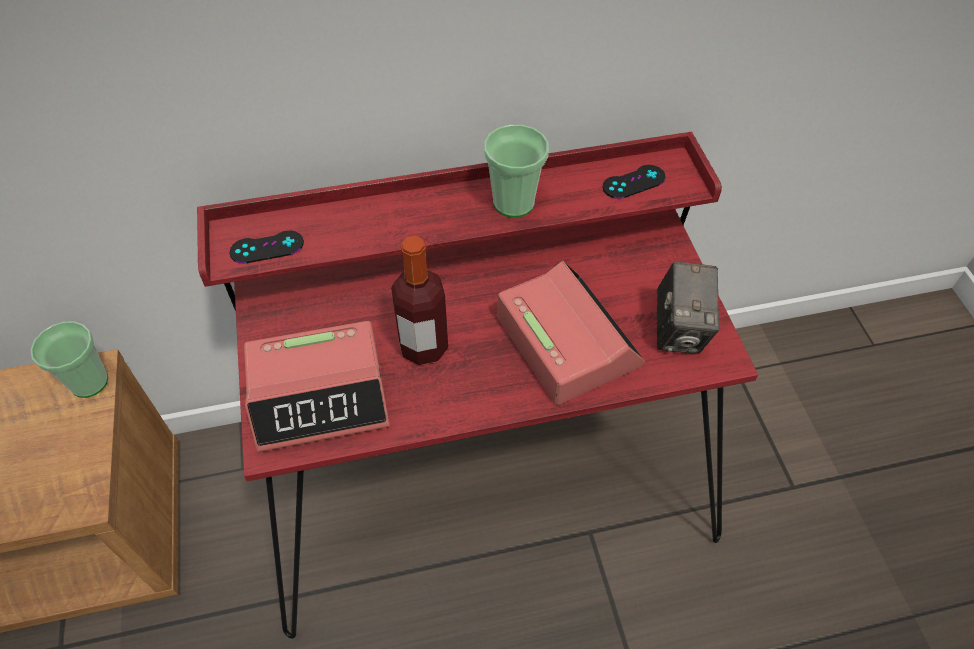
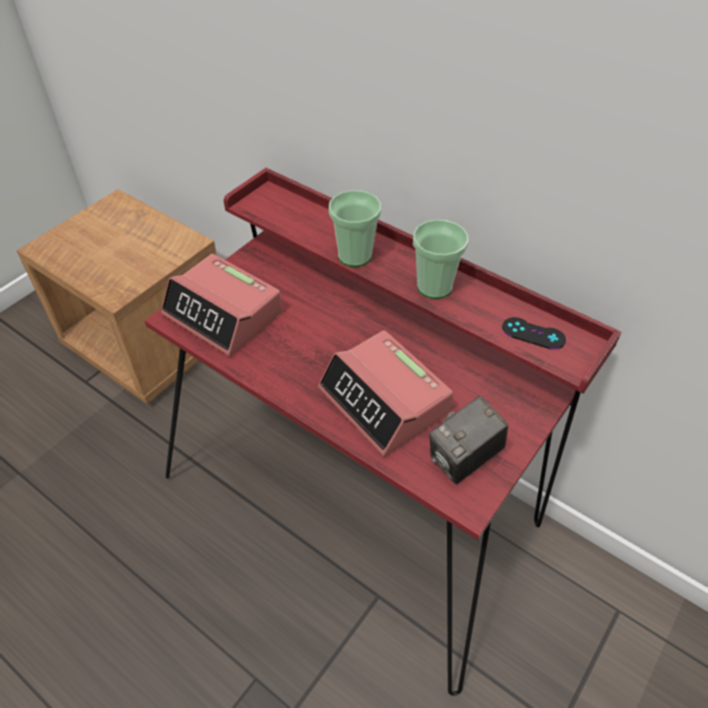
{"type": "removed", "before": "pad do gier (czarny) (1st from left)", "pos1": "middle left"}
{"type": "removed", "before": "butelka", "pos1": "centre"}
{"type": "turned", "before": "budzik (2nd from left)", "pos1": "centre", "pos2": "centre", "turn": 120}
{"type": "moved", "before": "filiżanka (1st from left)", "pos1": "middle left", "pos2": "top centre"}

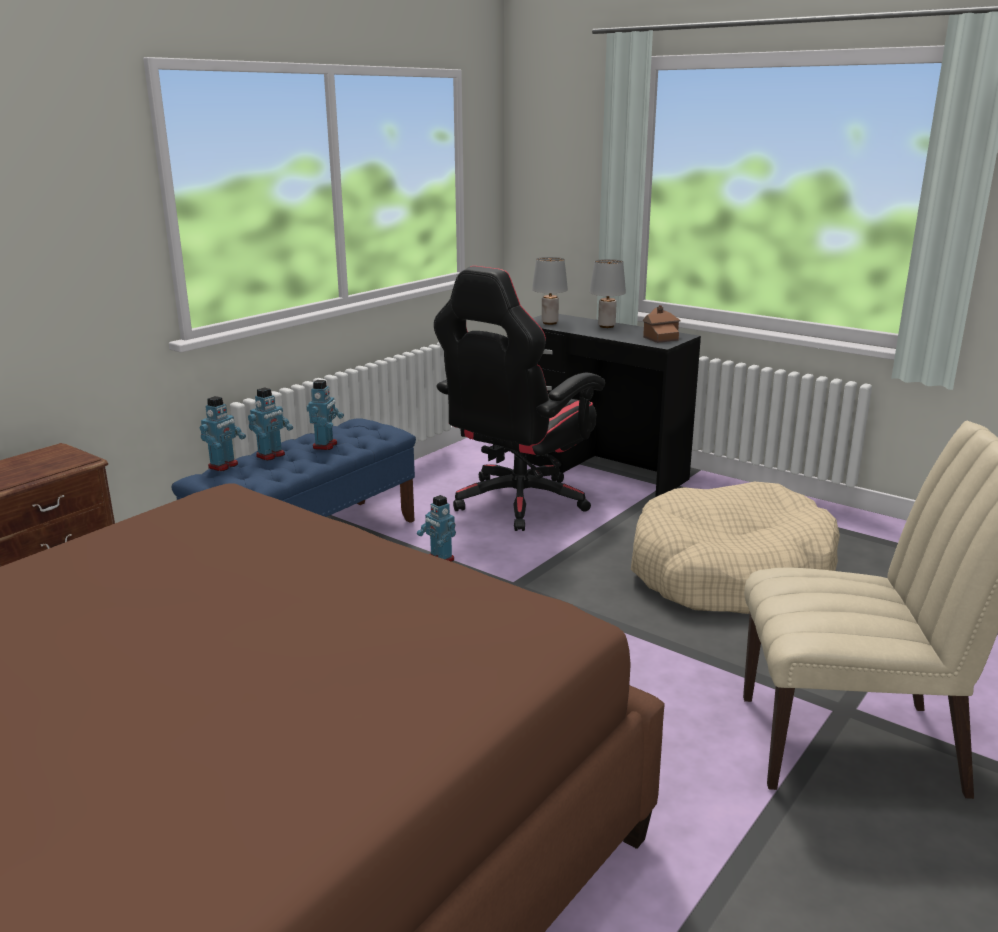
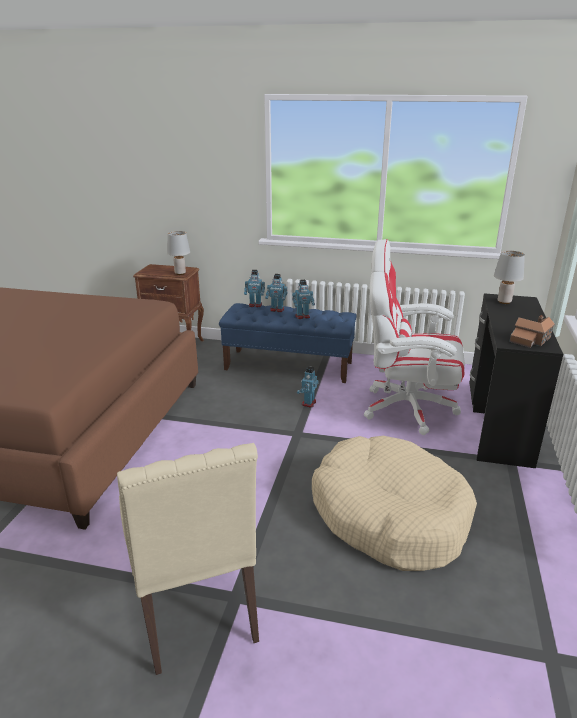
{"type": "moved", "before": "lampa stołowa (szary) (2nd from left in the first image)", "after": "lampa stołowa (szary) (1st from left)", "pos1": "top centre", "pos2": "middle left"}
{"type": "recoloured", "before": "krzesło biurowe (czarny)", "after": "krzesło biurowe (biały)", "pos1": "centre", "pos2": "middle right"}

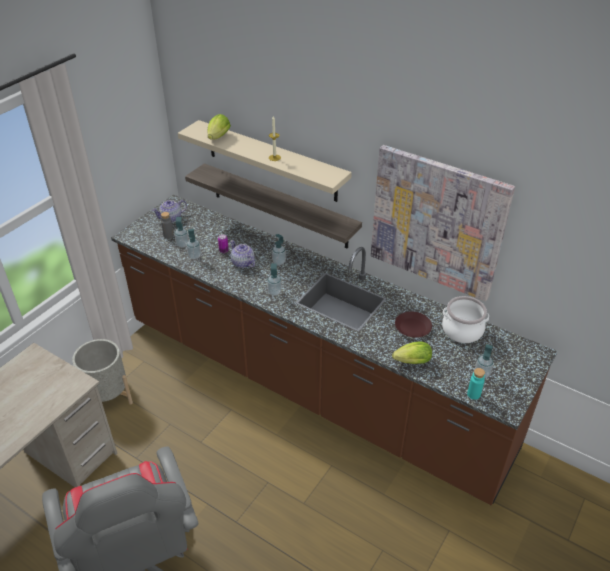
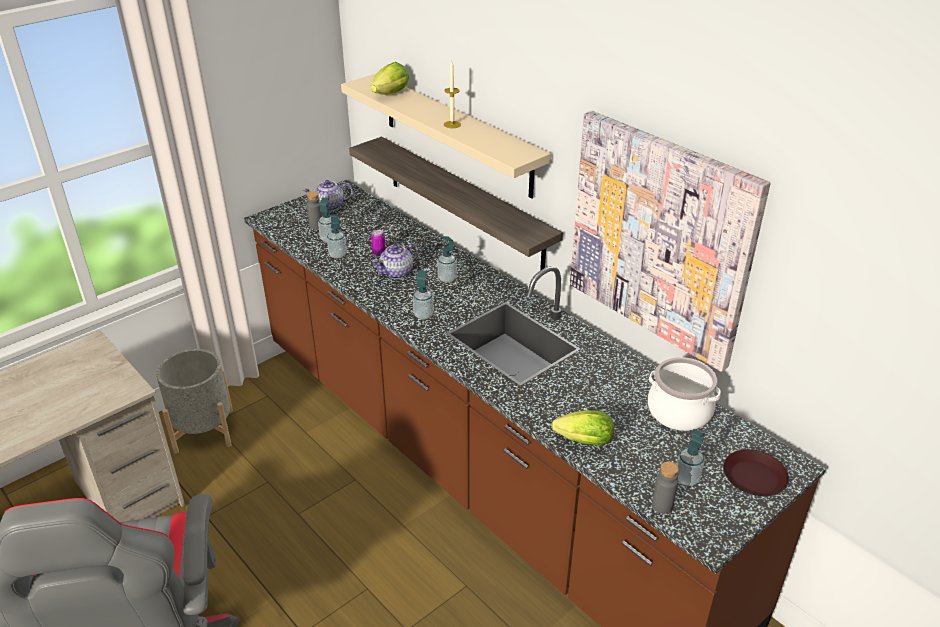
{"type": "turned", "before": "imbryk (2nd from left)", "pos1": "centre", "pos2": "centre", "turn": -105}
{"type": "moved", "before": "talerz (brązowy)", "pos1": "middle right", "pos2": "bottom right"}
{"type": "recoloured", "before": "butelka (turkusowy)", "after": "butelka (szary) (2nd from left)", "pos1": "bottom right", "pos2": "bottom right"}

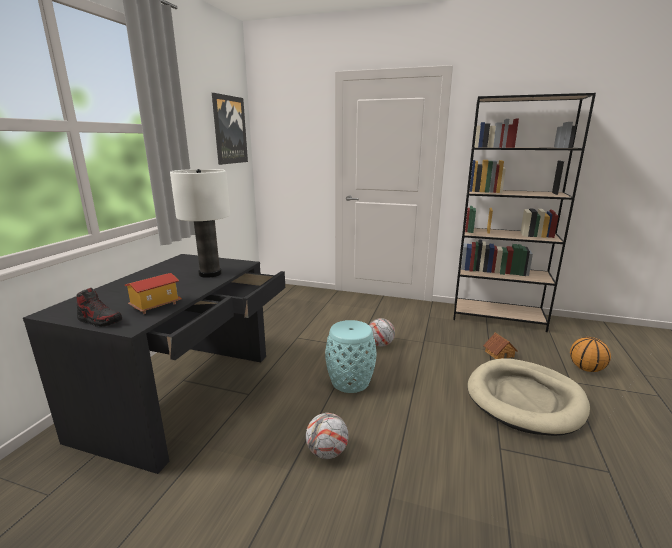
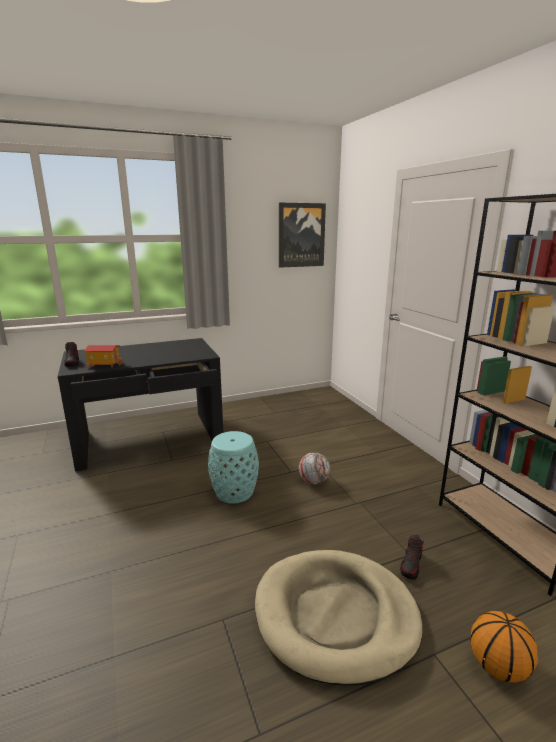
{"type": "removed", "before": "lampa stołowa (biały)", "pos1": "middle left"}
{"type": "replaced", "before": "domek (2nd from left)", "after": "but (2nd from left)", "pos1": "middle right", "pos2": "bottom right"}
{"type": "removed", "before": "piłka futbolowa (1st from left)", "pos1": "bottom centre"}

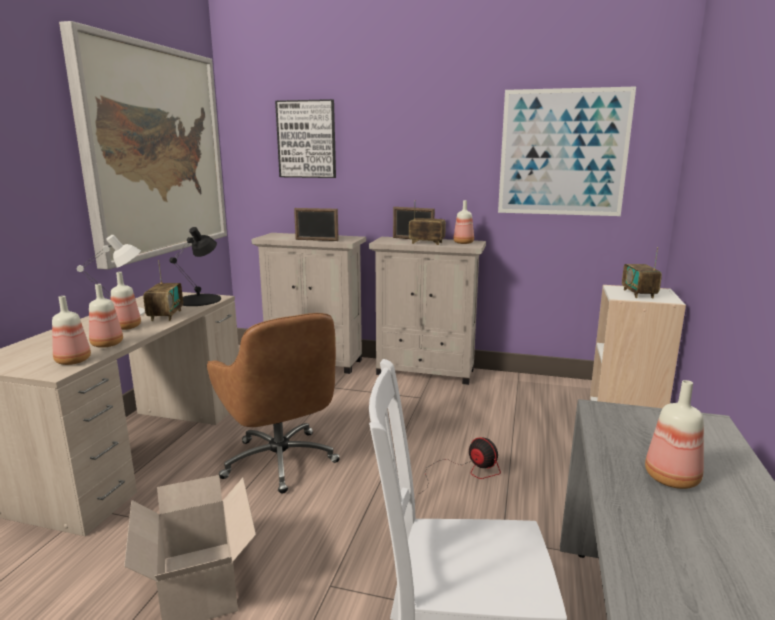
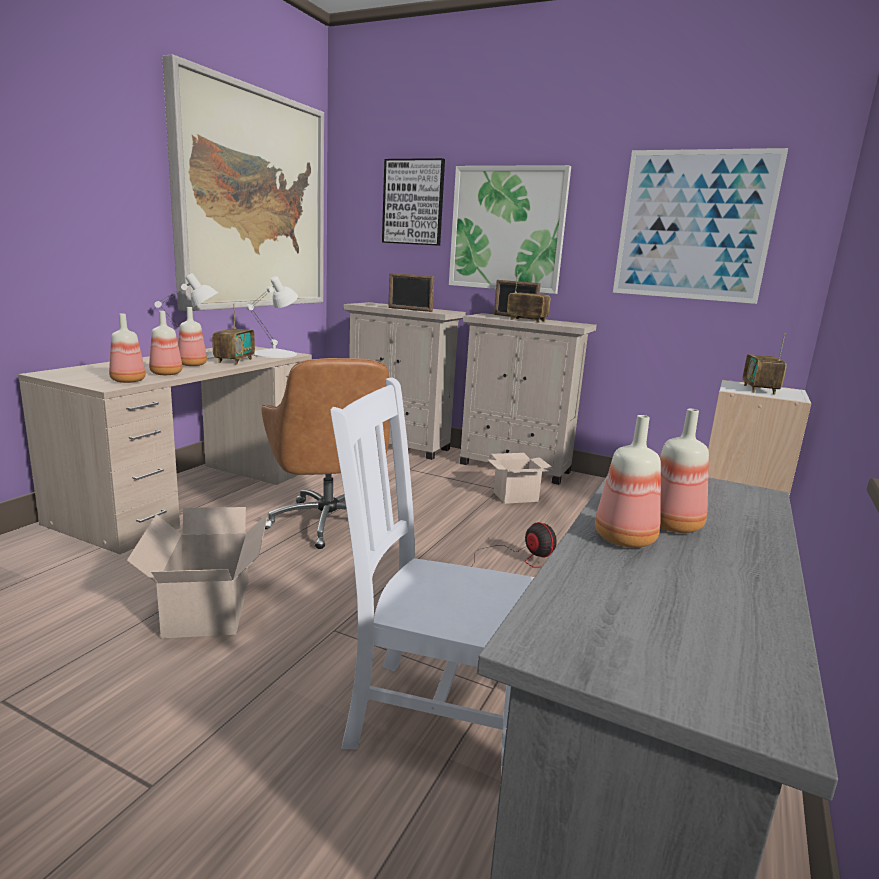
{"type": "moved", "before": "butelka (4th from left)", "pos1": "centre", "pos2": "middle right"}
{"type": "recoloured", "before": "lampa stołowa (czarny)", "after": "lampa stołowa (biały) (2nd from left)", "pos1": "middle left", "pos2": "middle left"}
{"type": "added", "after": "obraz (3rd from left)", "pos2": "top centre"}
{"type": "added", "after": "karton (2nd from left)", "pos2": "centre"}

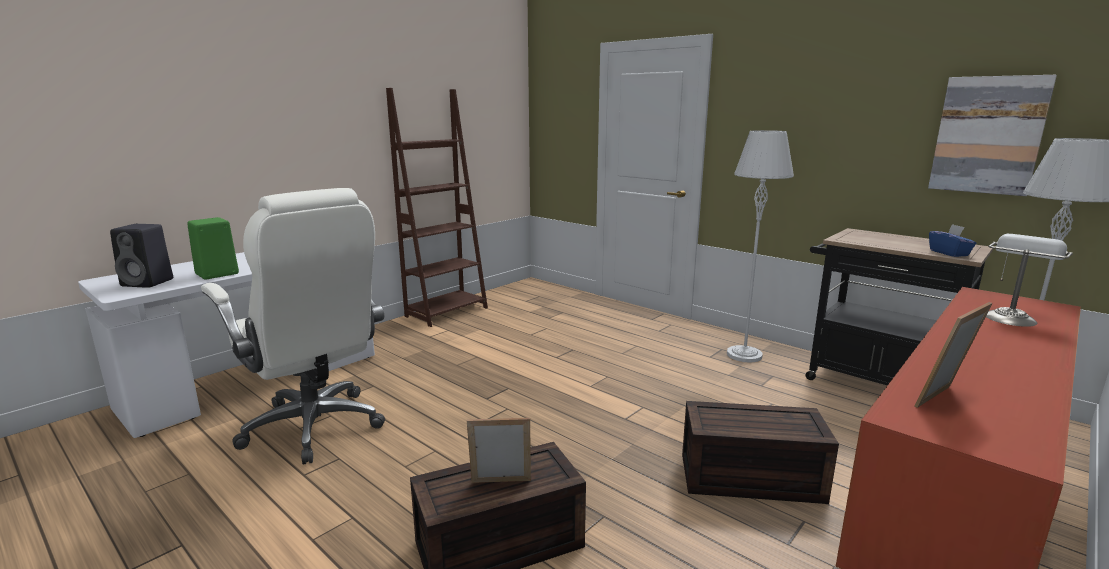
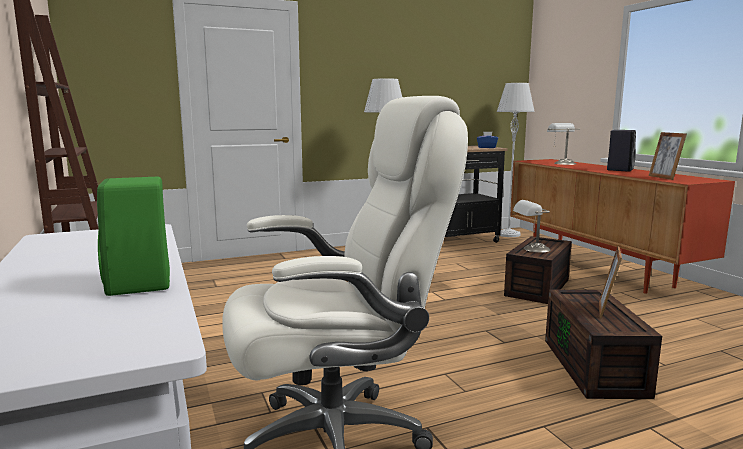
{"type": "removed", "before": "obraz", "pos1": "top right"}
{"type": "moved", "before": "głośnik (czarny)", "pos1": "middle left", "pos2": "middle right"}
{"type": "added", "after": "lampa stołowa (biały) (1st from left)", "pos2": "middle right"}

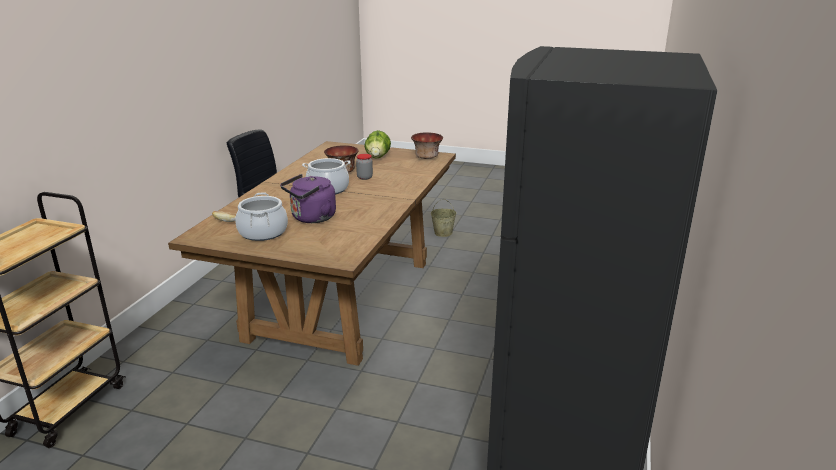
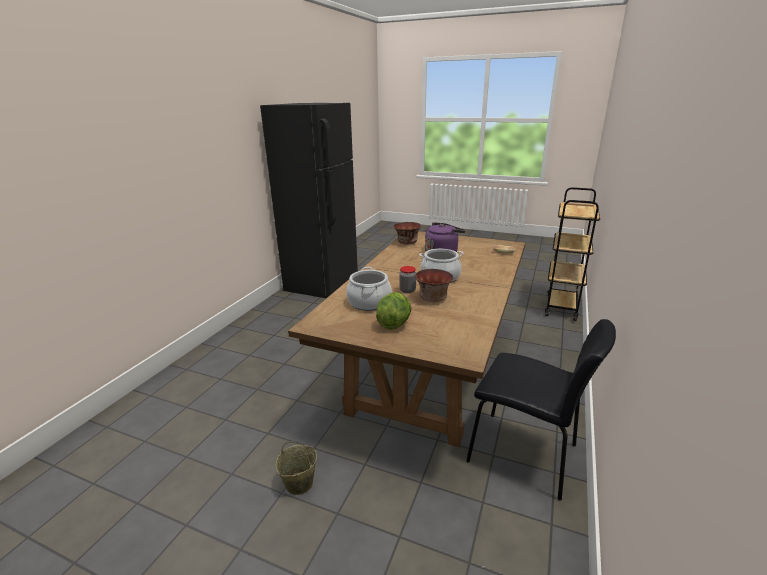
{"type": "moved", "before": "miska (2nd from left in the first image)", "after": "miska (1st from left)", "pos1": "top centre", "pos2": "centre"}
{"type": "moved", "before": "garnek (1st from left)", "pos1": "middle left", "pos2": "centre"}

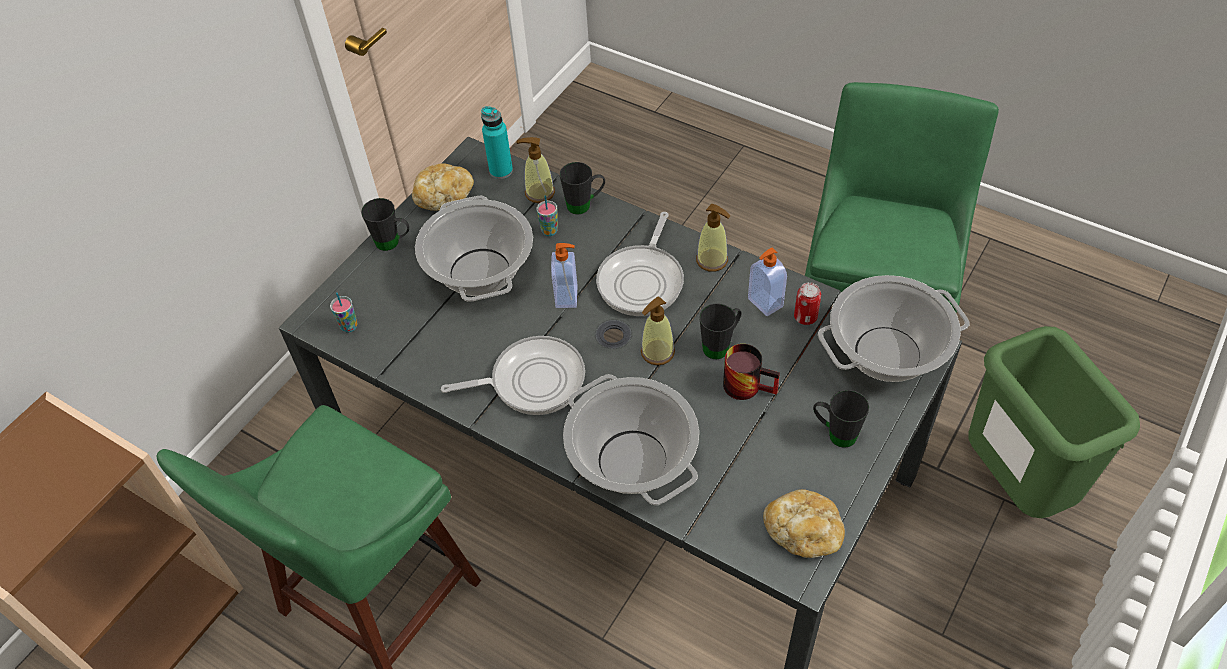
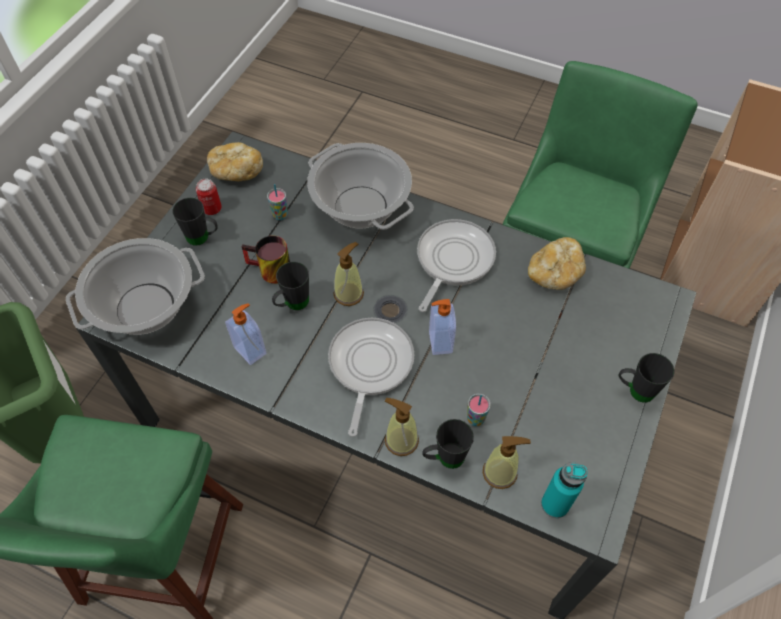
{"type": "moved", "before": "chleb (1st from left in the first image)", "after": "chleb (2nd from left)", "pos1": "top centre", "pos2": "middle right"}
{"type": "removed", "before": "garnek (1st from left)", "pos1": "centre"}
{"type": "moved", "before": "dozownik mydła (4th from left in the first image)", "after": "dozownik mydła (3rd from left)", "pos1": "centre", "pos2": "bottom centre"}
{"type": "moved", "before": "puszka", "pos1": "centre", "pos2": "top left"}
{"type": "moved", "before": "filiżanka (1st from left)", "pos1": "middle left", "pos2": "top centre"}
{"type": "turned", "before": "patelnia (1st from left in the first image)", "pos1": "centre", "pos2": "centre", "turn": 135}

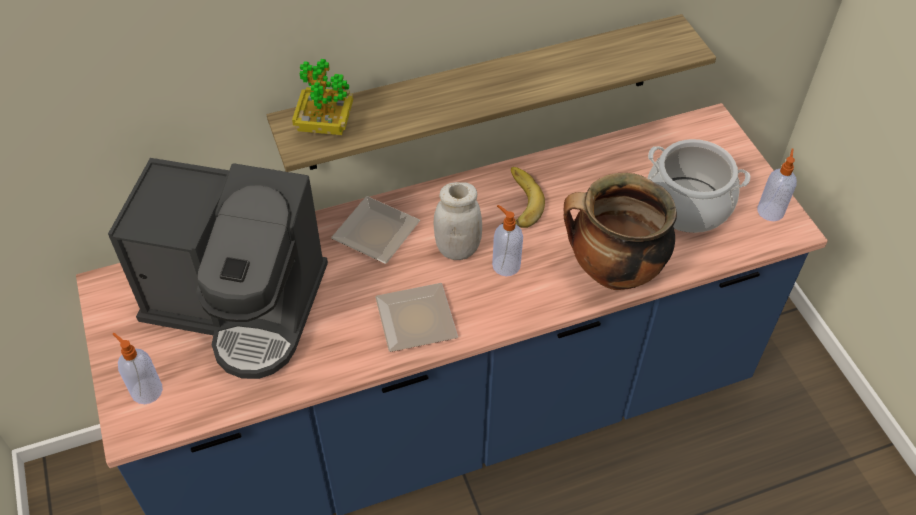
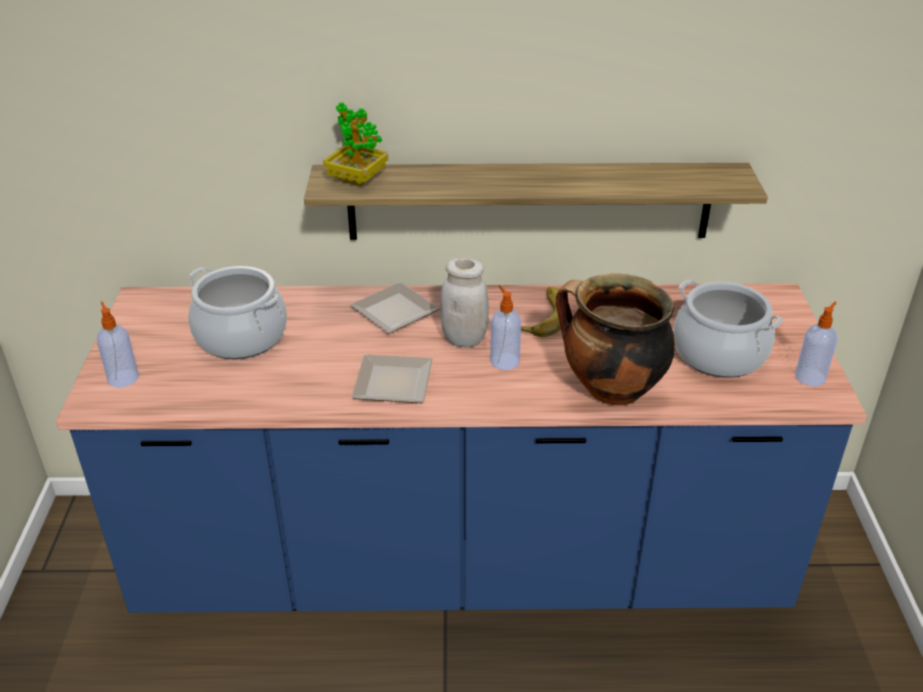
{"type": "replaced", "before": "ekspres do kawy", "after": "garnek (1st from left)", "pos1": "middle left", "pos2": "middle left"}

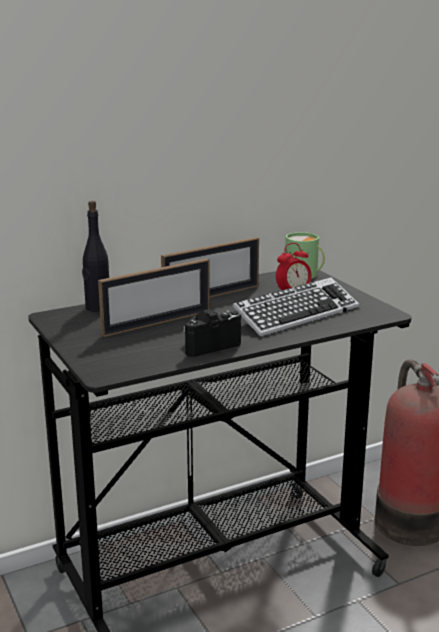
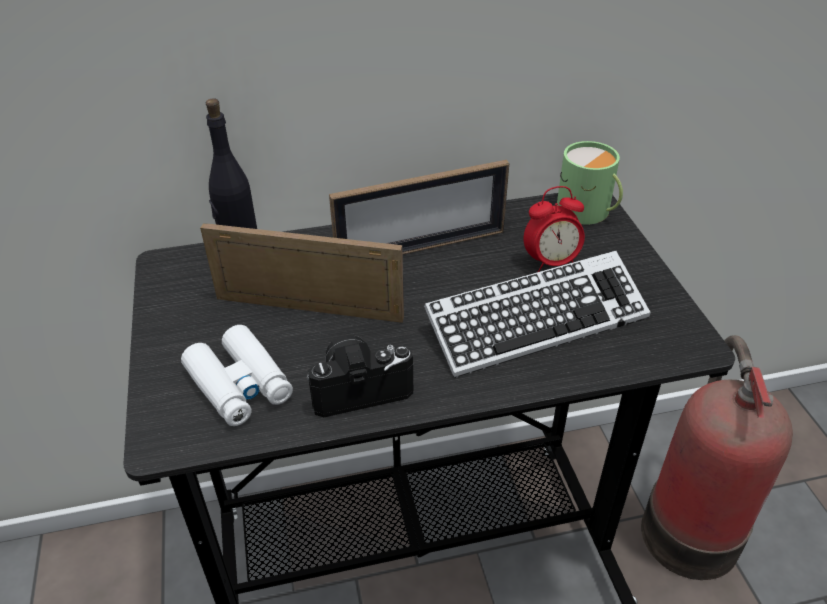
{"type": "turned", "before": "ramka na zdjęcie (1st from left)", "pos1": "centre", "pos2": "centre", "turn": -150}
{"type": "added", "after": "lornetka (biały)", "pos2": "middle left"}

